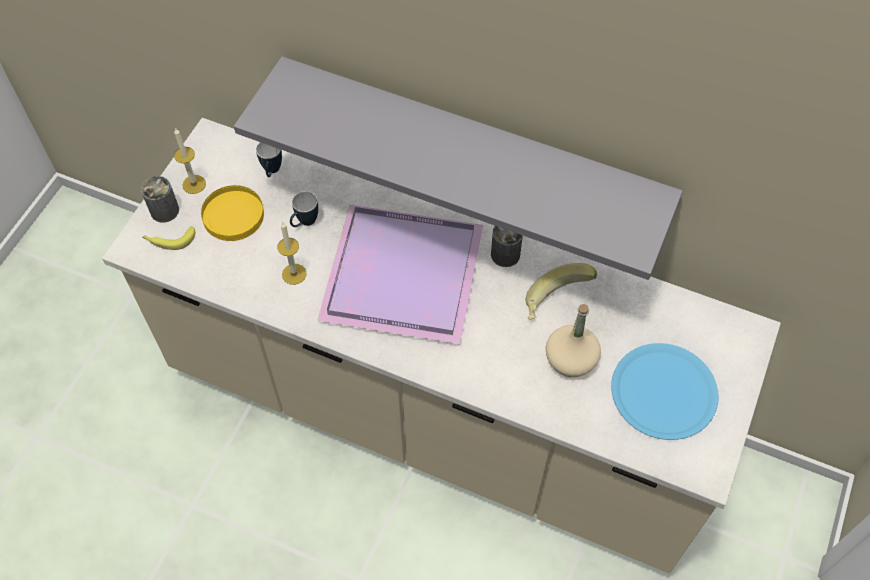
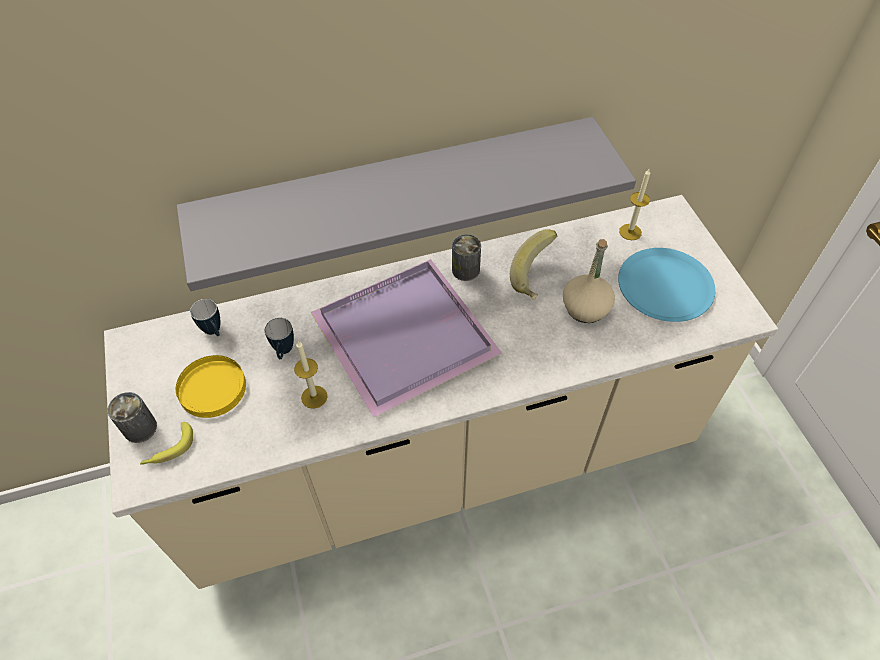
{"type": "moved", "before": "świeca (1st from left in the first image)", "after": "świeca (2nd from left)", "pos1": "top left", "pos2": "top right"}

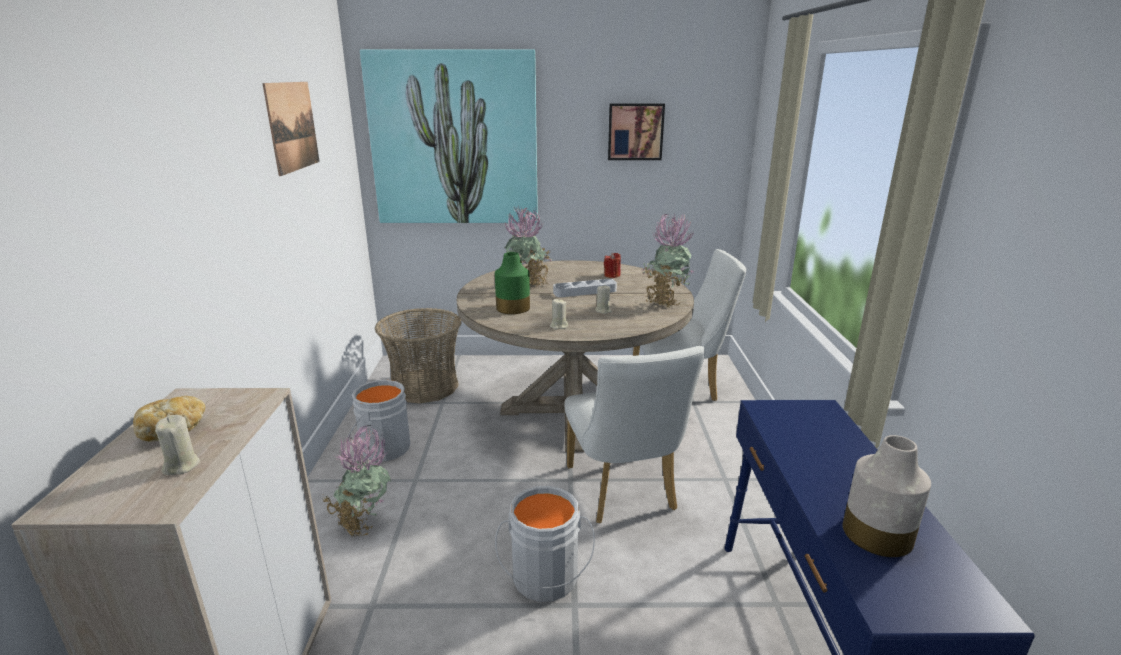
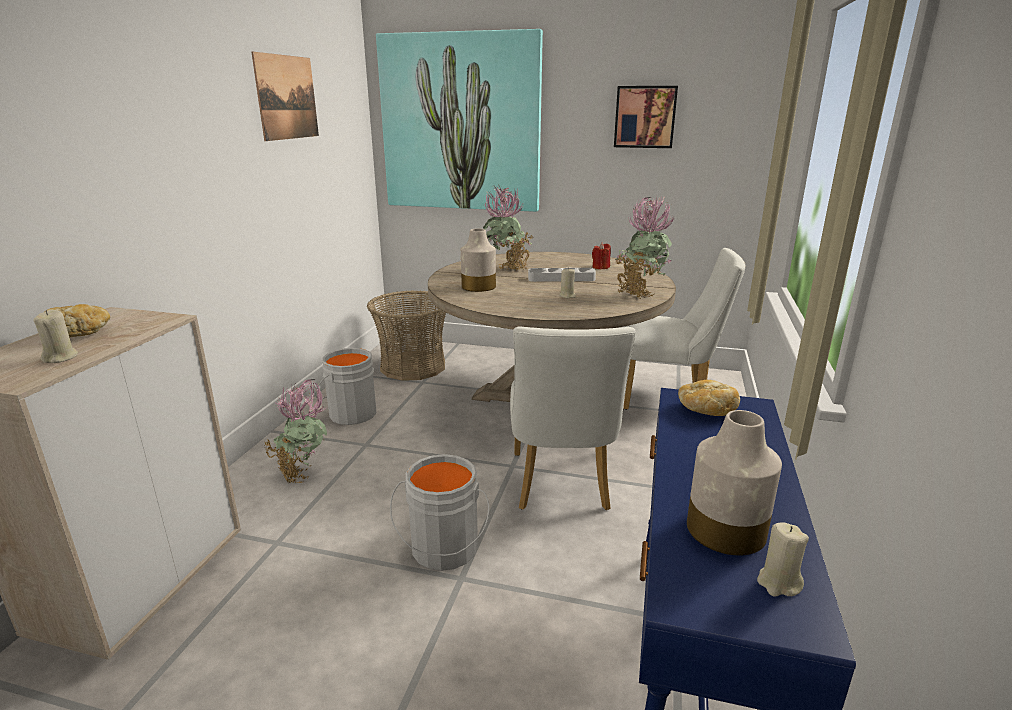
{"type": "recoloured", "before": "wazon (zielony)", "after": "wazon (beżowy) (1st from left)", "pos1": "centre", "pos2": "centre"}
{"type": "moved", "before": "świeca (beżowy) (2nd from left in the first image)", "after": "świeca (beżowy) (3rd from left)", "pos1": "centre", "pos2": "bottom right"}
{"type": "added", "after": "chleb (2nd from left)", "pos2": "middle right"}

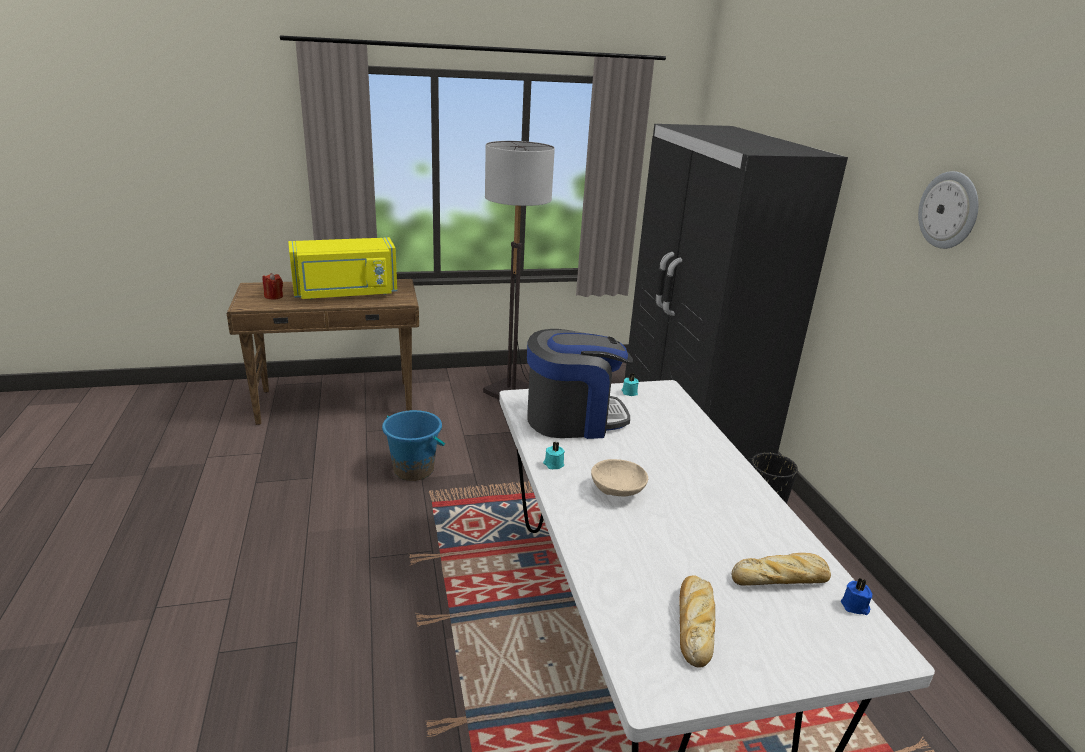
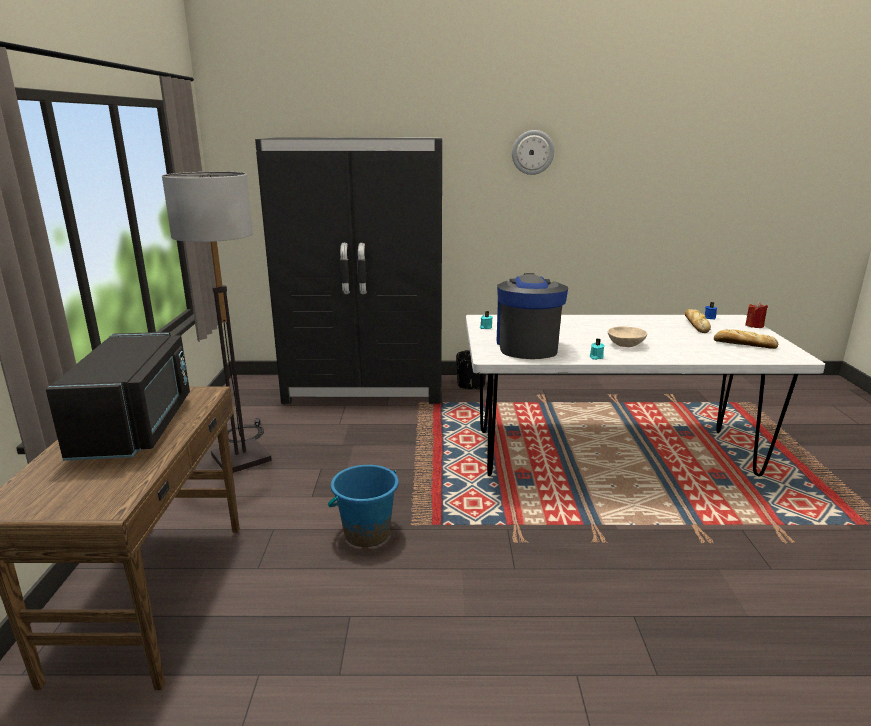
{"type": "recoloured", "before": "mikrofalówka (żółty)", "after": "mikrofalówka (czarny)", "pos1": "middle left", "pos2": "middle left"}
{"type": "moved", "before": "świeca (czerwony)", "pos1": "middle left", "pos2": "middle right"}

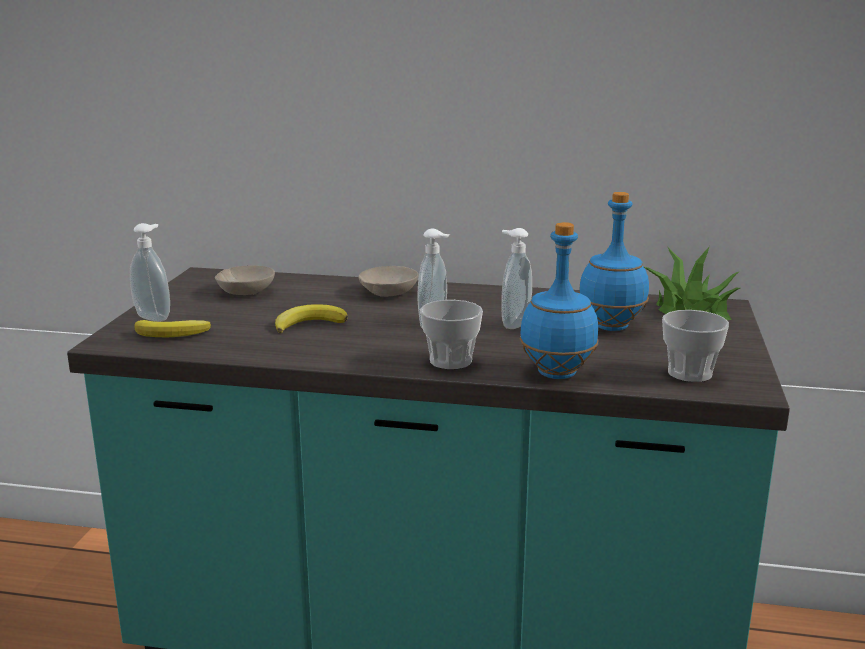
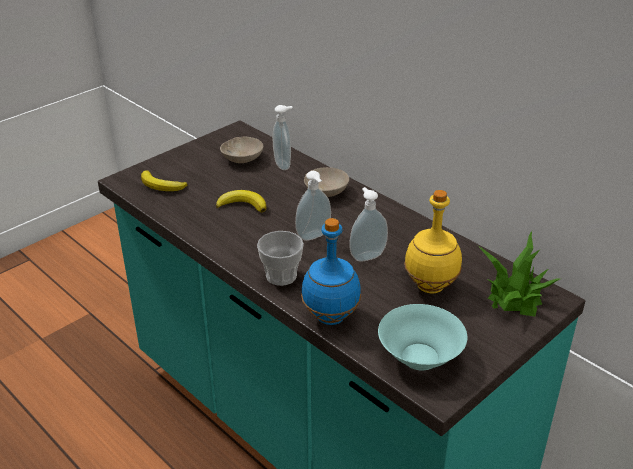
{"type": "recoloured", "before": "butelka (niebieski) (2nd from left)", "after": "butelka (żółty)", "pos1": "middle right", "pos2": "middle right"}
{"type": "moved", "before": "dozownik mydła (1st from left)", "pos1": "middle left", "pos2": "top centre"}
{"type": "replaced", "before": "filiżanka (2nd from left)", "after": "miska (turkusowy)", "pos1": "middle right", "pos2": "bottom right"}

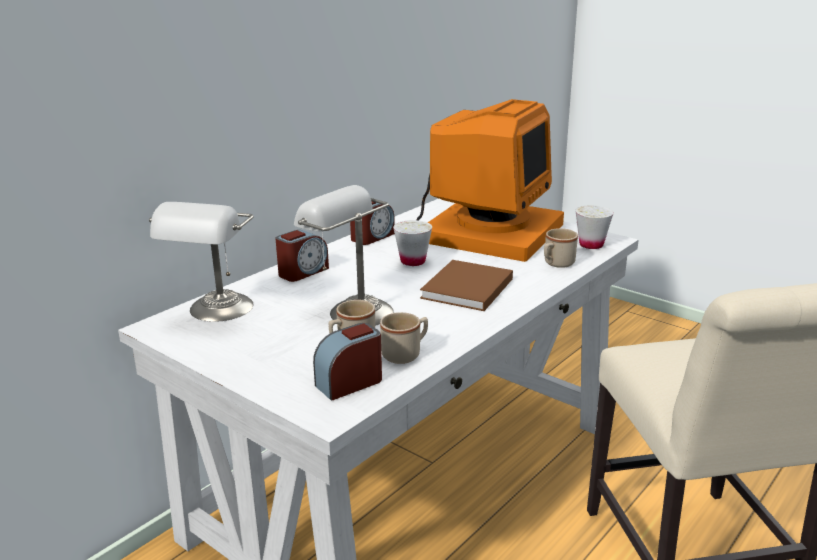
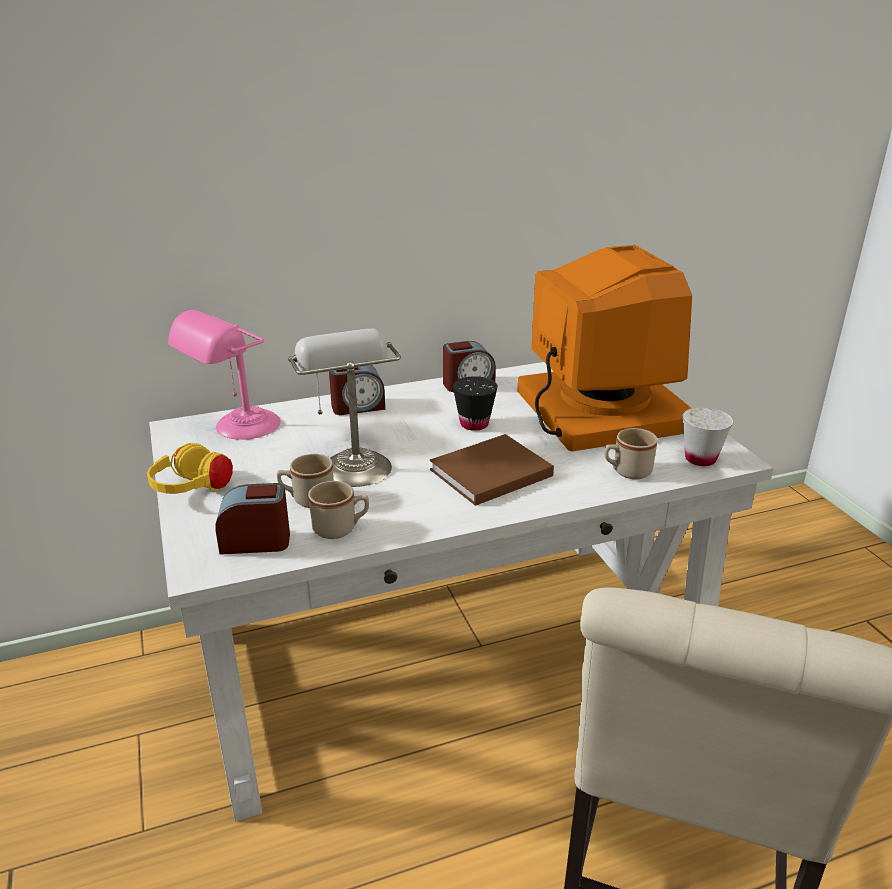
{"type": "turned", "before": "monitor", "pos1": "top centre", "pos2": "middle right", "turn": -75}
{"type": "recoloured", "before": "lampa stołowa (biały) (1st from left)", "after": "lampa stołowa (różowy)", "pos1": "middle left", "pos2": "middle left"}
{"type": "recoloured", "before": "filiżanka (biały) (1st from left)", "after": "filiżanka (czarny)", "pos1": "centre", "pos2": "centre"}
{"type": "added", "after": "słuchawki (żółty)", "pos2": "middle left"}

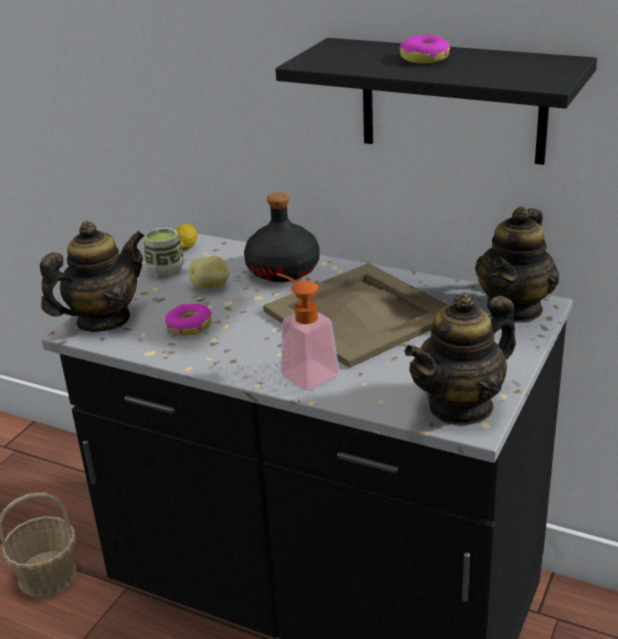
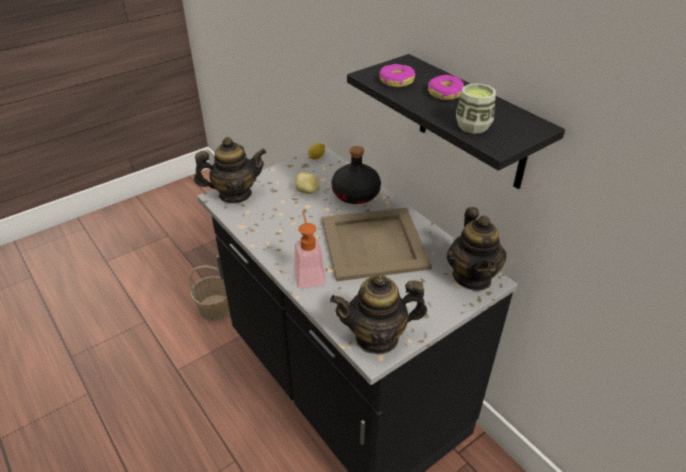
{"type": "turned", "before": "imbryk (3rd from left)", "pos1": "middle right", "pos2": "middle right", "turn": -60}
{"type": "moved", "before": "filiżanka", "pos1": "middle left", "pos2": "top right"}
{"type": "moved", "before": "donut (1st from left)", "pos1": "middle left", "pos2": "top centre"}

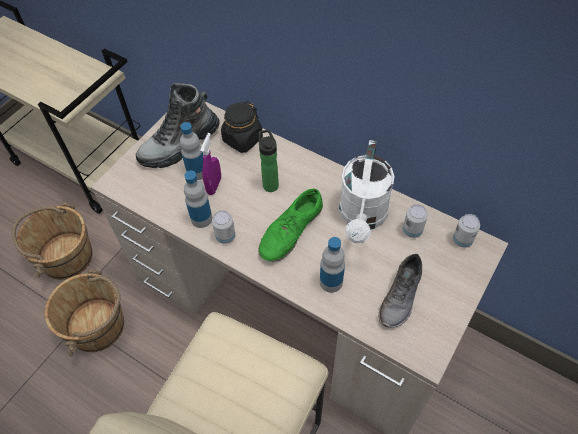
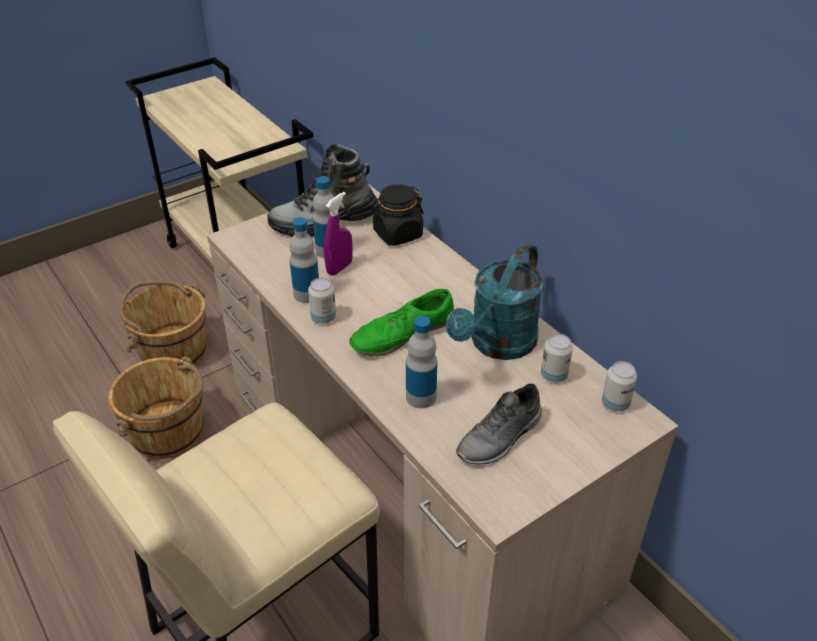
{"type": "removed", "before": "butelka (3rd from left)", "pos1": "centre"}
{"type": "recoloured", "before": "konewka (biały)", "after": "konewka (turkusowy)", "pos1": "centre", "pos2": "centre"}

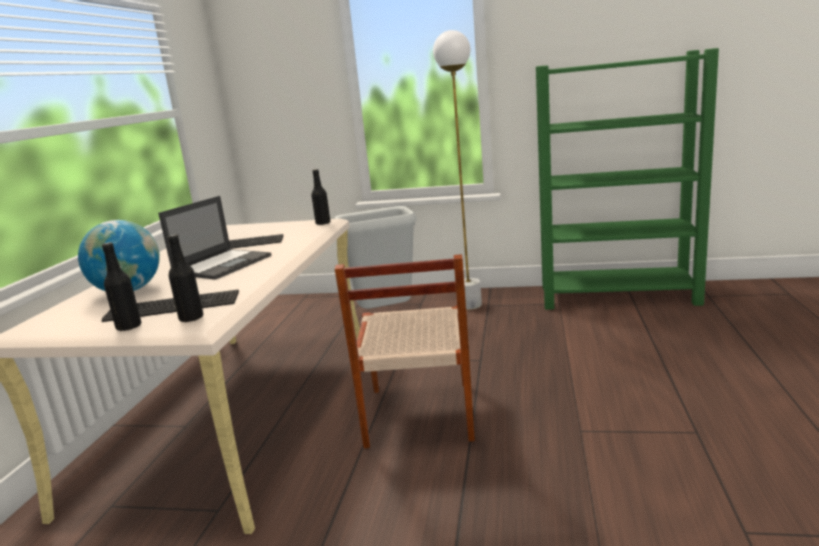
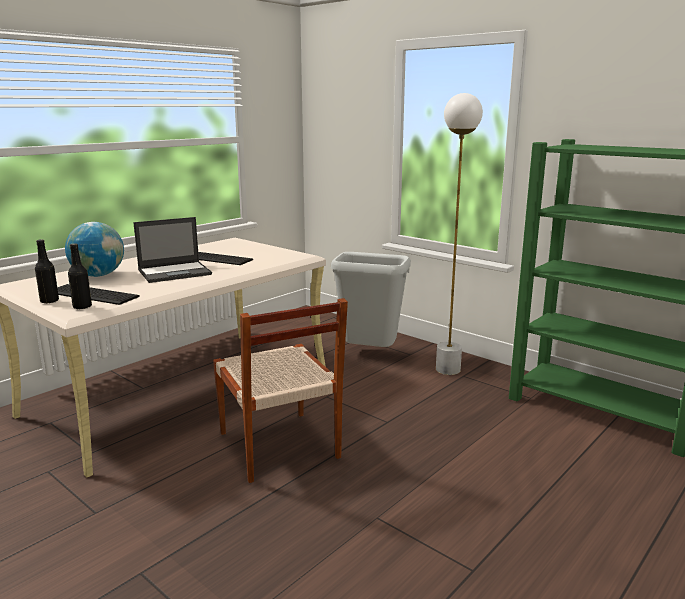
{"type": "removed", "before": "butelka (czarny) (3rd from left)", "pos1": "centre"}
{"type": "turned", "before": "krzesło", "pos1": "centre", "pos2": "centre", "turn": -60}

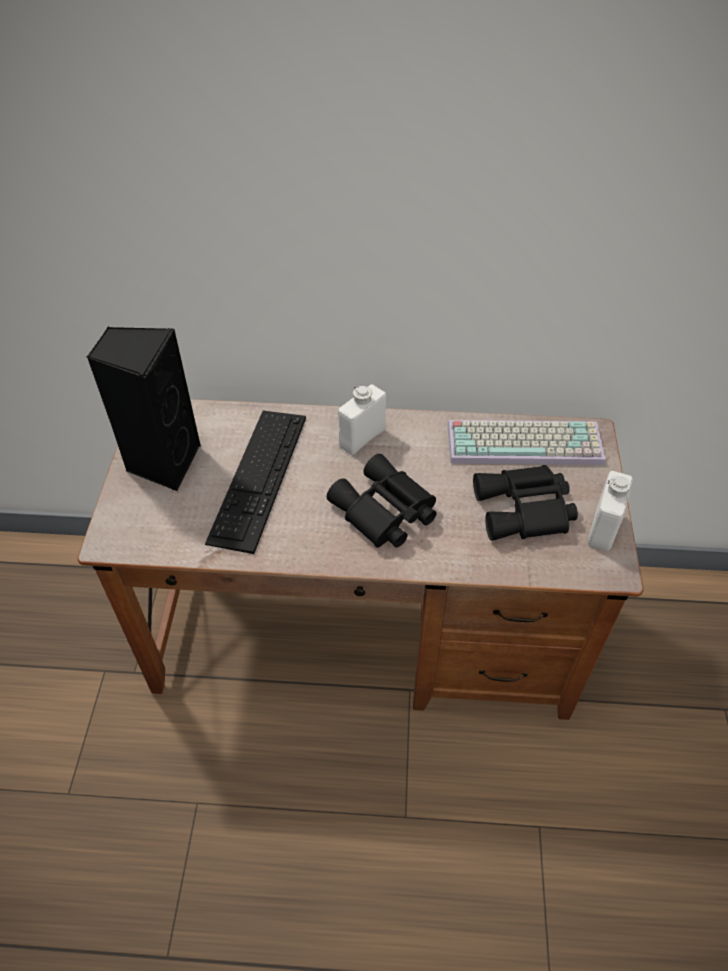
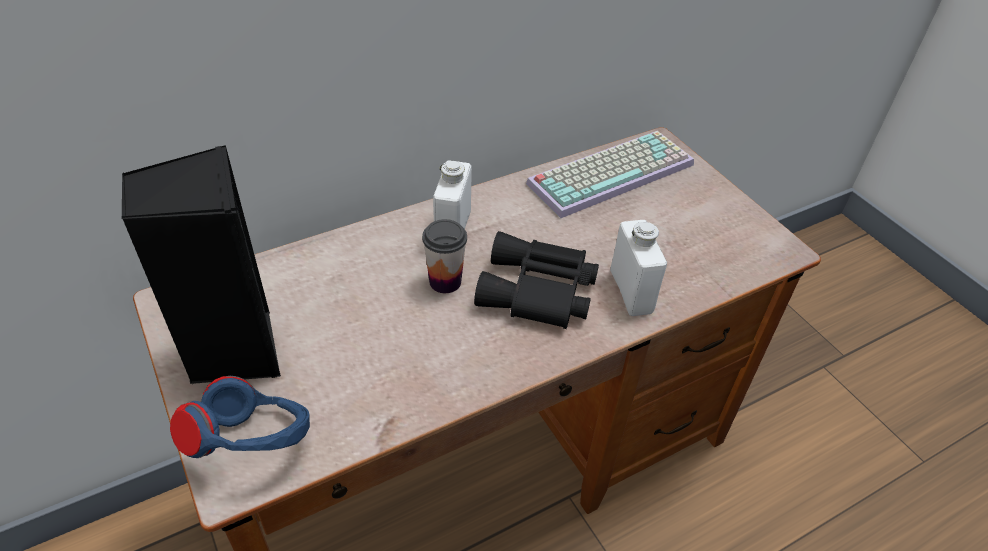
{"type": "removed", "before": "klawiatura (1st from left)", "pos1": "centre"}
{"type": "removed", "before": "lornetka (czarny) (2nd from left)", "pos1": "middle right"}
{"type": "moved", "before": "butelka (biały) (2nd from left)", "pos1": "middle right", "pos2": "centre"}
{"type": "added", "after": "filiżanka", "pos2": "centre"}
{"type": "added", "after": "słuchawki (niebieski)", "pos2": "bottom left"}

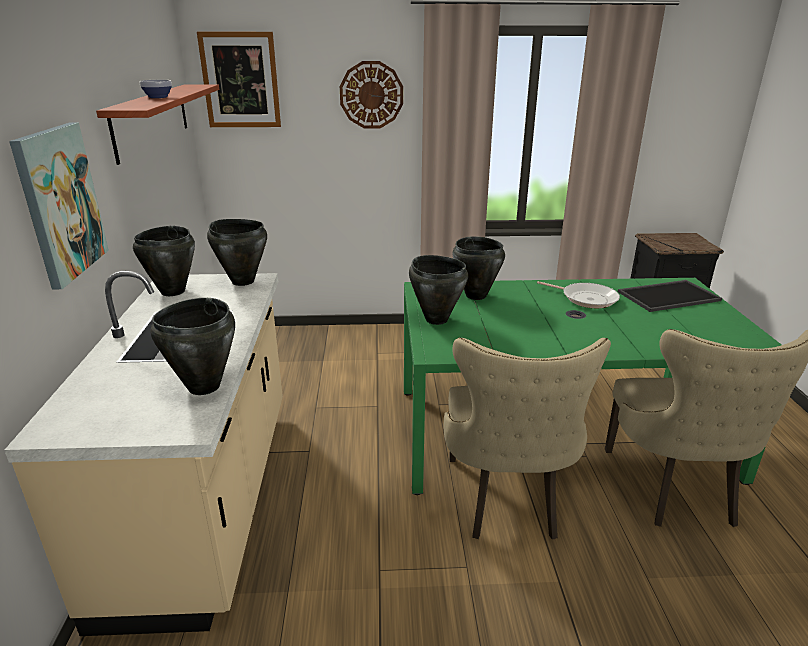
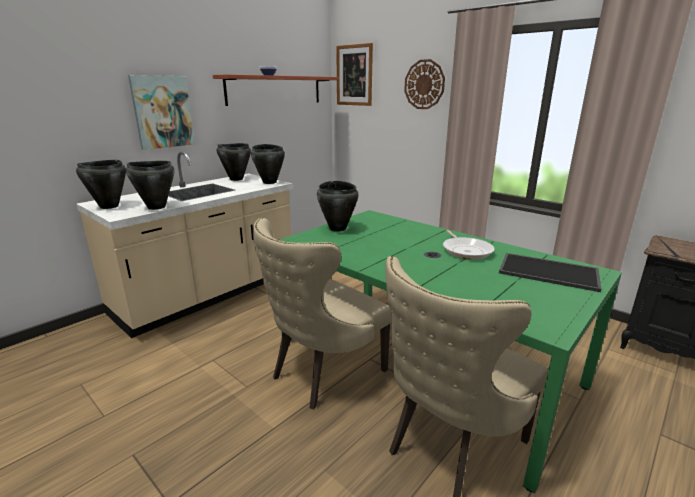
{"type": "moved", "before": "garnek (czarny) (5th from left in the first image)", "after": "garnek (czarny) (1st from left)", "pos1": "centre", "pos2": "middle left"}

